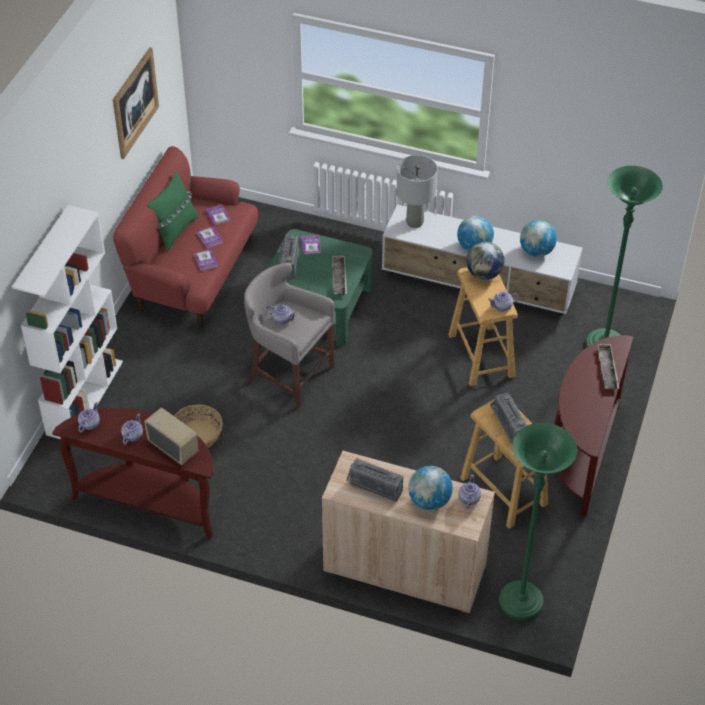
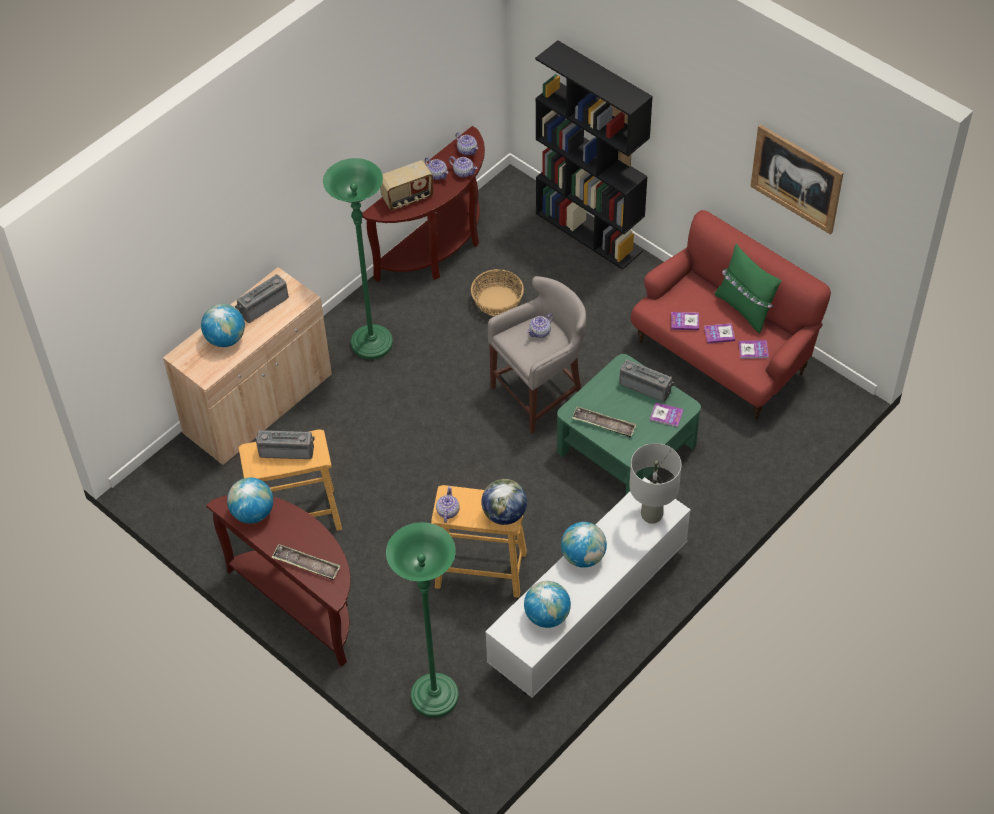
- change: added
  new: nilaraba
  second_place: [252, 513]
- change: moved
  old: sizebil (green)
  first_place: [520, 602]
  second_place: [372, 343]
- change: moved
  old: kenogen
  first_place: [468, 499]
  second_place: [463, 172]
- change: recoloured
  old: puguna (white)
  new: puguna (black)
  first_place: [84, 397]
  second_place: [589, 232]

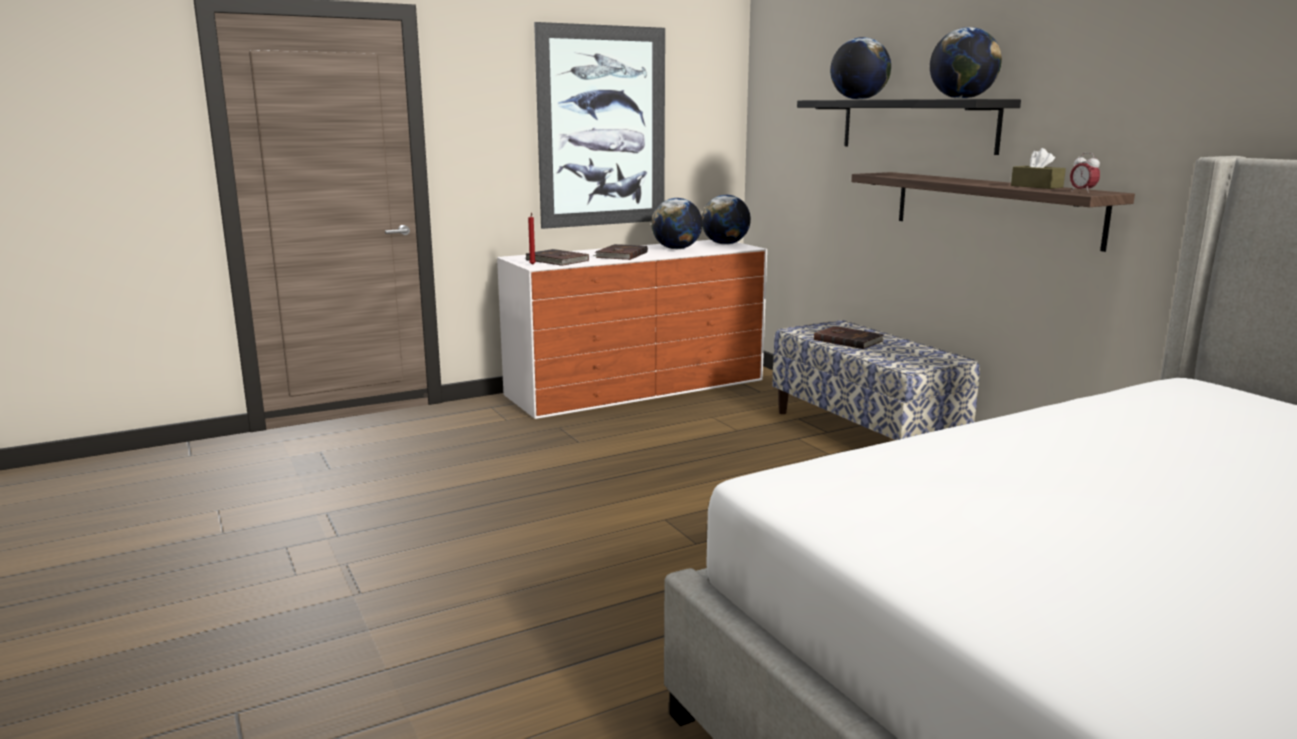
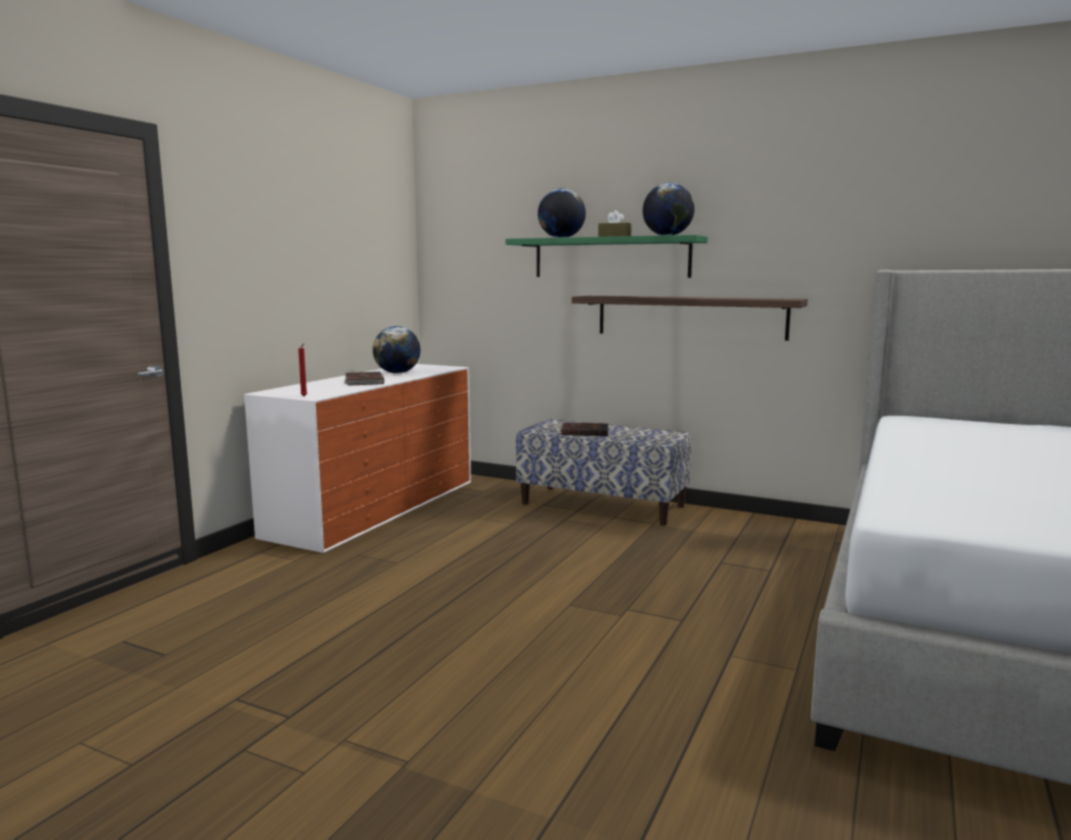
- change: recoloured
  old: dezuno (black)
  new: dezuno (green)
  first_place: [916, 125]
  second_place: [610, 258]
- change: moved
  old: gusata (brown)
  first_place: [1036, 186]
  second_place: [614, 237]
- change: removed
  old: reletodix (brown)
  first_place: [556, 260]
- change: removed
  old: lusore
  first_place: [602, 127]
- change: removed
  old: nilaraba
  first_place: [725, 244]
- change: removed
  old: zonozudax
  first_place: [1082, 191]

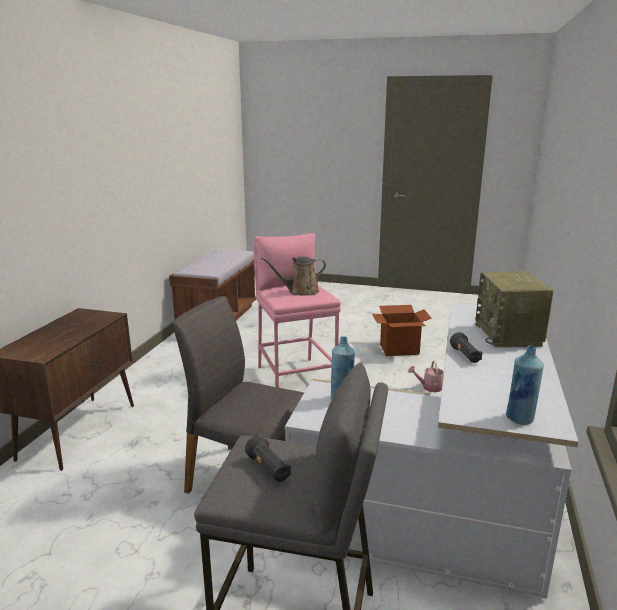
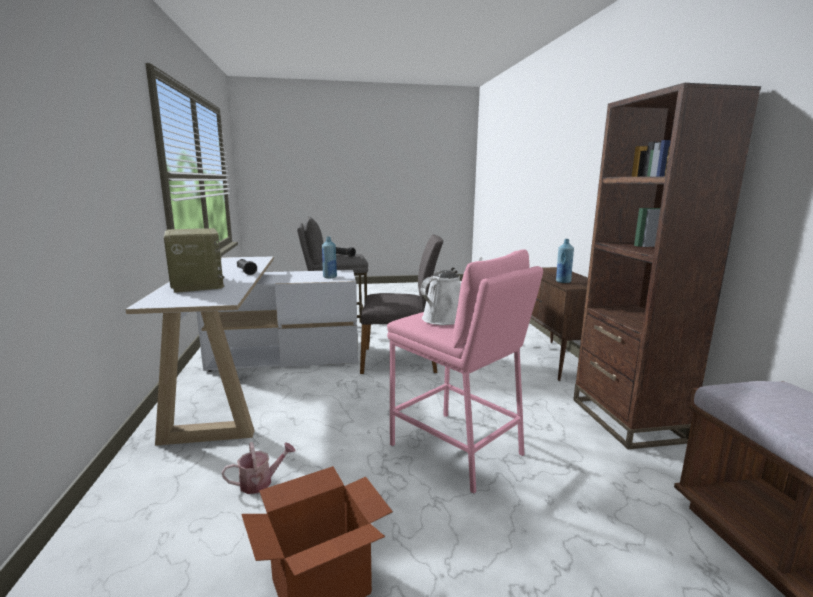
- change: recoloured
  old: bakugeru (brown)
  new: bakugeru (white)
  first_place: [300, 291]
  second_place: [446, 318]
- change: moved
  old: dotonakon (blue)
  first_place: [520, 419]
  second_place: [563, 282]
- change: added
  new: puguna (brown)
  second_place: [627, 419]

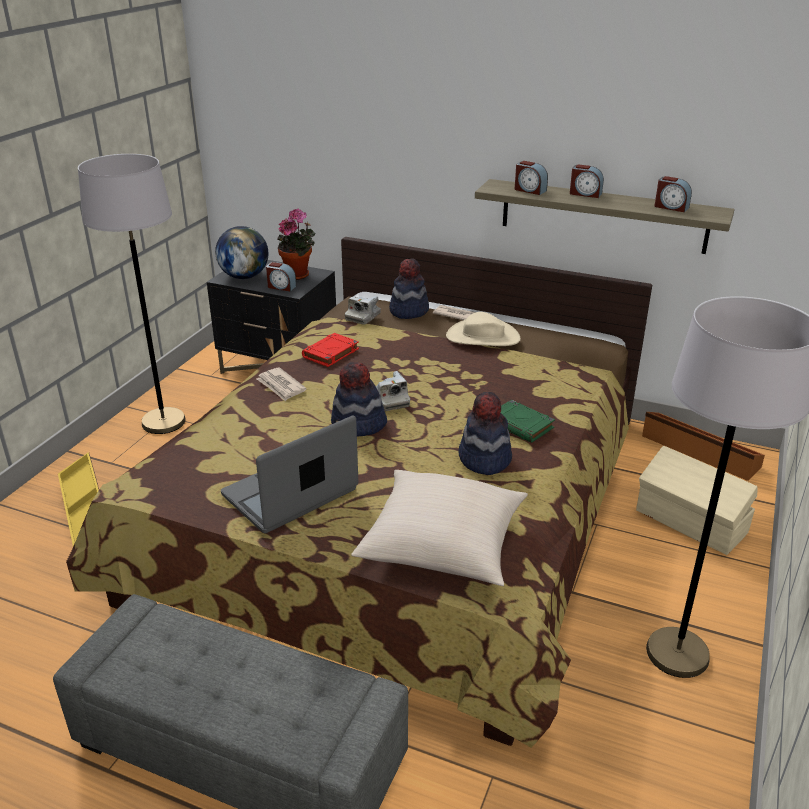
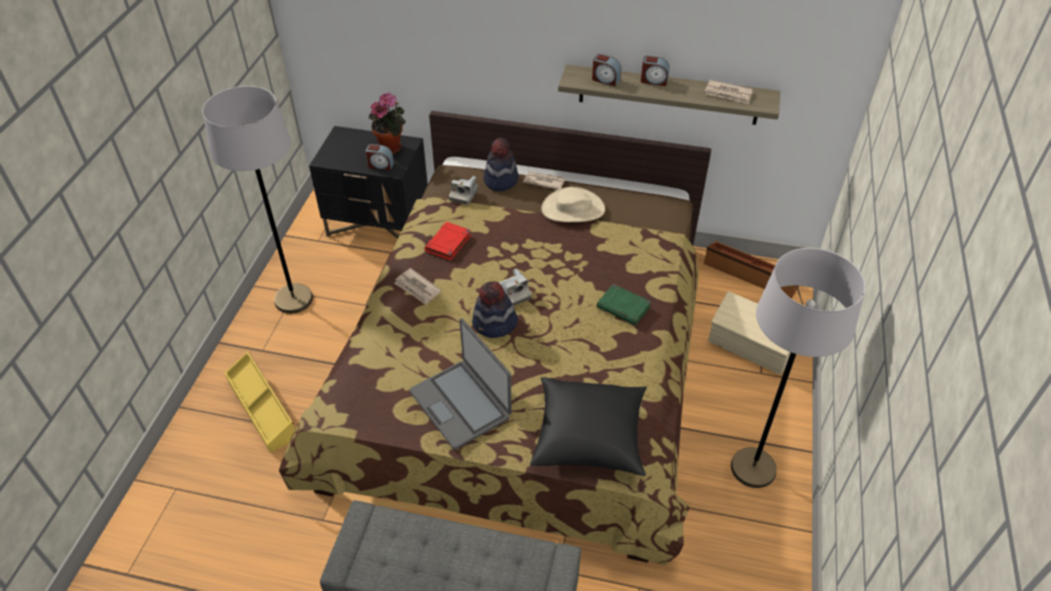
- change: turned
  old: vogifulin
  first_place: [291, 494]
  second_place: [461, 404]
  degrees: -75
- change: recoloured
  old: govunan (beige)
  new: govunan (black)
  first_place: [443, 544]
  second_place: [589, 436]
- change: replaced
  old: zonozudax
  new: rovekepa
  first_place: [671, 207]
  second_place: [728, 94]
- change: removed
  old: nilaraba
  first_place: [244, 276]
- change: removed
  old: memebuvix
  first_place: [484, 459]

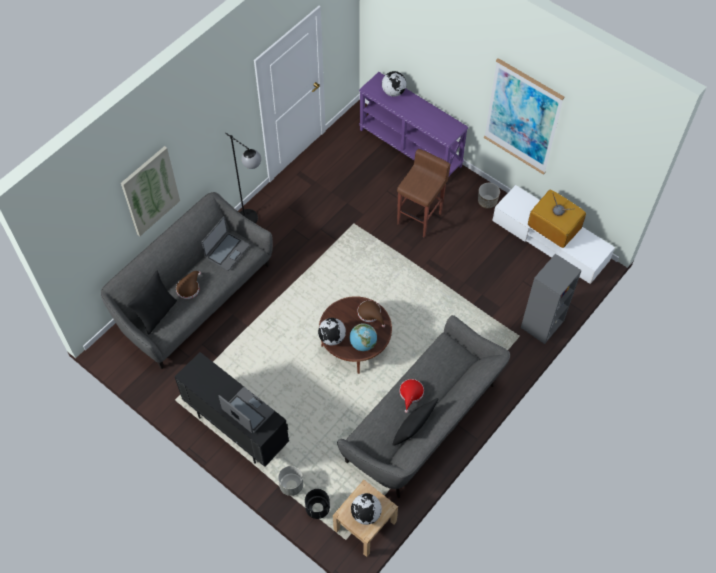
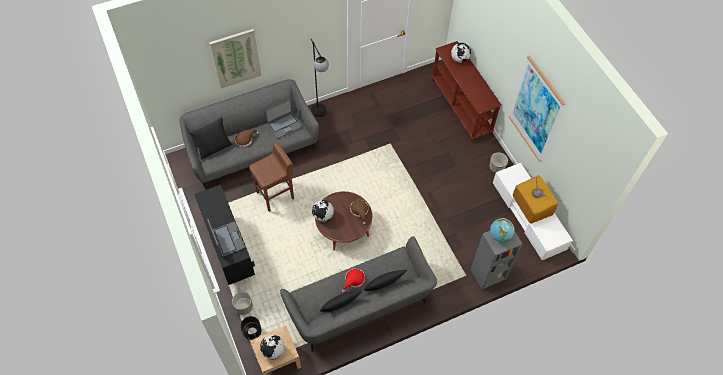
- change: moved
  old: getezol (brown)
  first_place: [420, 218]
  second_place: [276, 196]
- change: added
  new: govunan (black)
  second_place: [383, 287]
- change: recoloured
  old: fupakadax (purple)
  new: fupakadax (brown)
  first_place: [411, 147]
  second_place: [461, 106]
- change: moved
  old: nilaraba
  first_place: [363, 344]
  second_place: [499, 235]

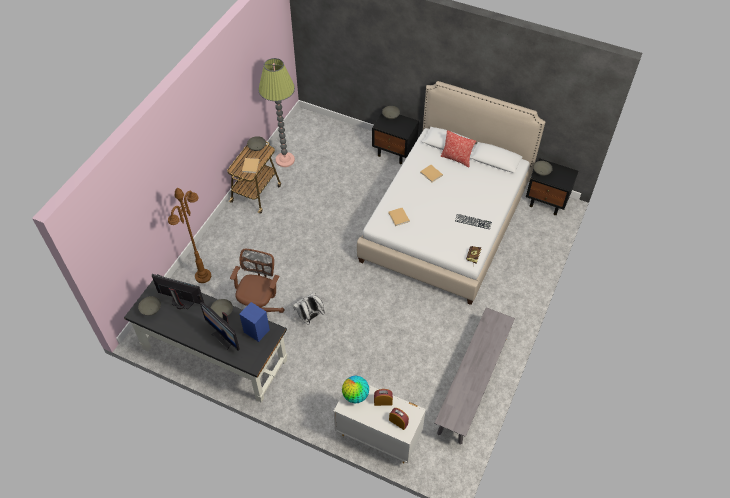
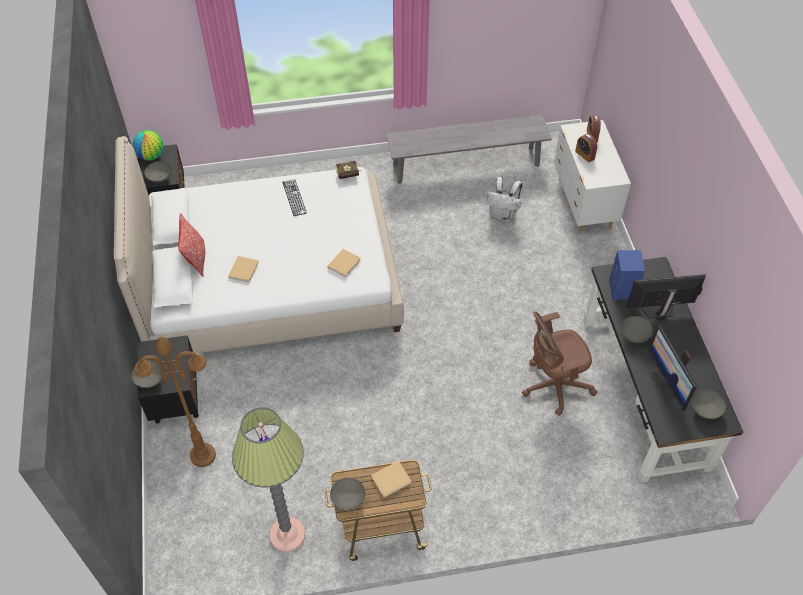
- change: moved
  old: nilaraba
  first_place: [355, 395]
  second_place: [151, 156]
- change: moved
  old: sizebil (brown)
  first_place: [203, 276]
  second_place: [203, 455]
- change: moved
  old: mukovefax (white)
  first_place: [309, 317]
  second_place: [503, 215]
- change: turned
  old: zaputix
  first_place: [224, 337]
  second_place: [659, 312]
  degrees: -105

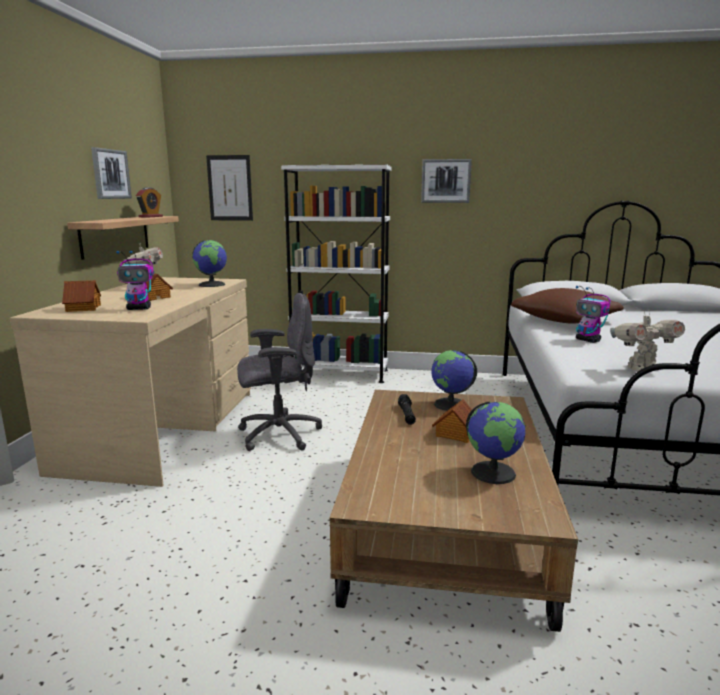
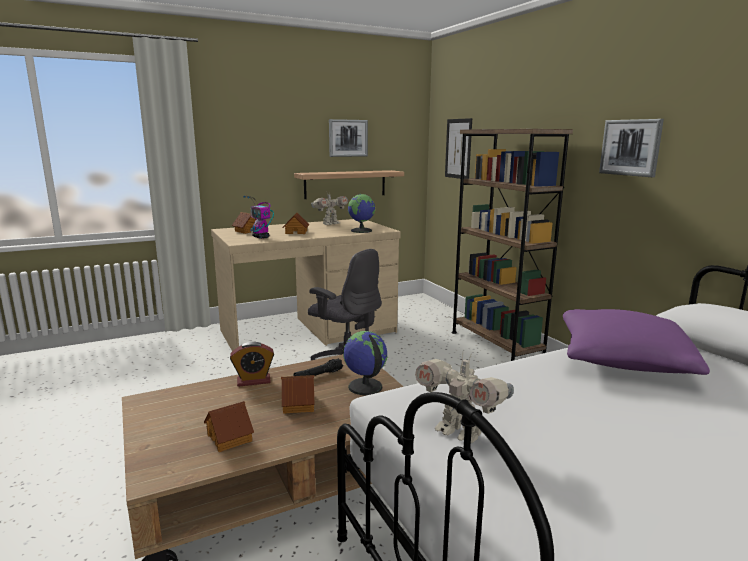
- change: replaced
  old: nilaraba
  new: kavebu
  first_place: [493, 472]
  second_place: [230, 437]
- change: moved
  old: zonozudax
  first_place: [150, 217]
  second_place: [253, 381]
- change: recoloured
  old: puguna (white)
  new: puguna (brown)
  first_place: [339, 374]
  second_place: [496, 345]
- change: recoloured
  old: govunan (brown)
  new: govunan (purple)
  first_place: [564, 320]
  second_place: [623, 360]
- change: removed
  old: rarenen
  first_place: [588, 340]

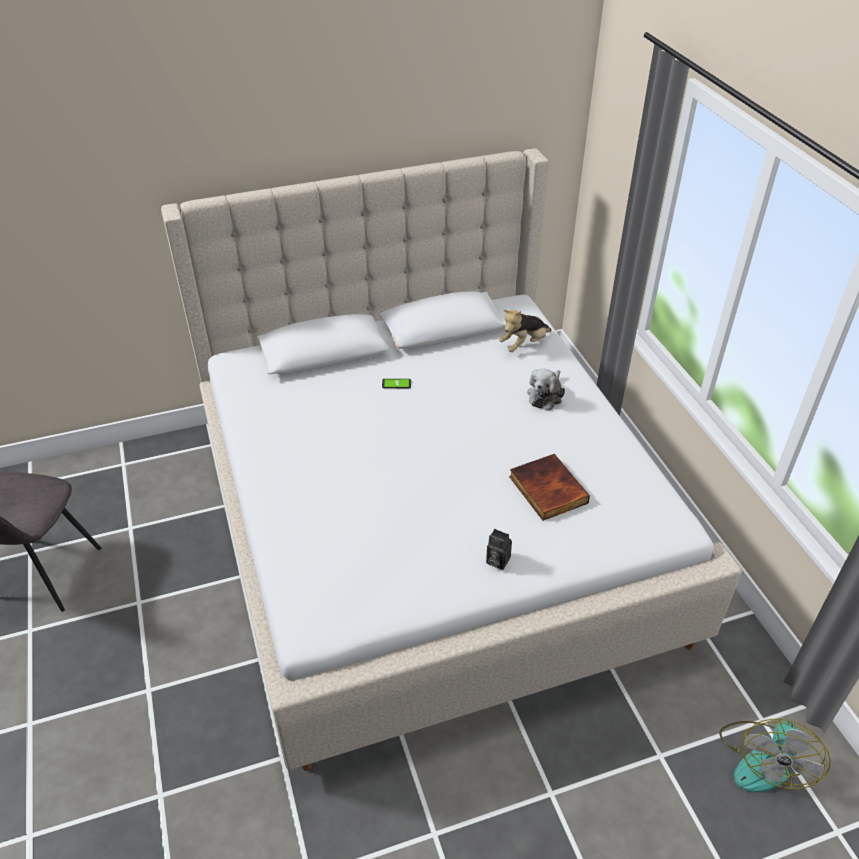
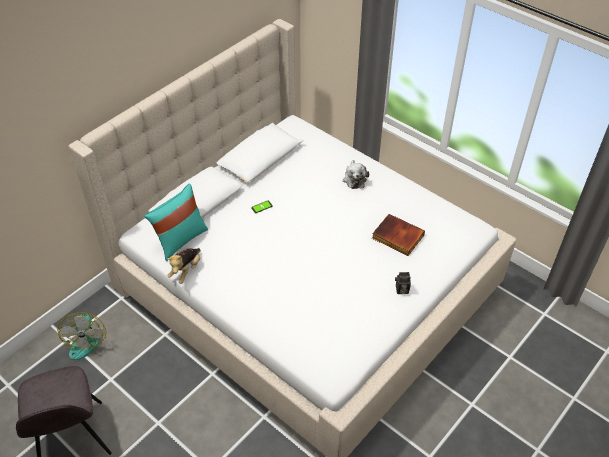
- change: moved
  old: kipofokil
  first_place: [763, 760]
  second_place: [85, 340]
- change: added
  new: govunan (turquoise)
  second_place: [180, 240]
- change: moved
  old: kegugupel
  first_place: [524, 344]
  second_place: [186, 270]

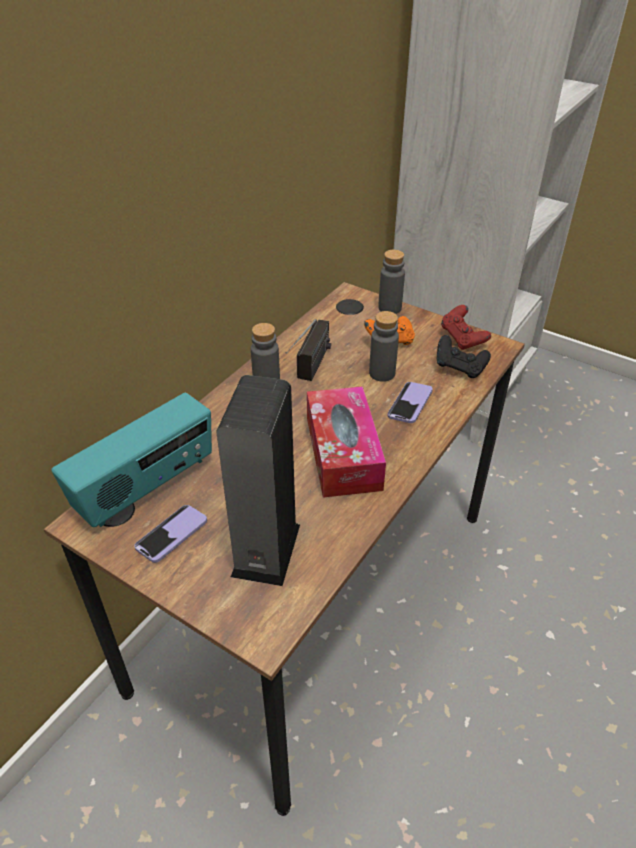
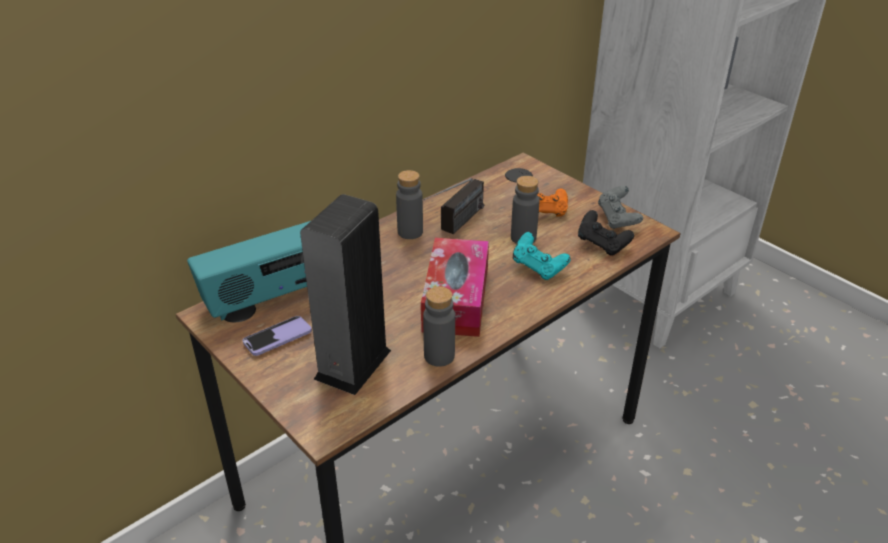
- change: moved
  old: dotonakon (grey)
  first_place: [389, 308]
  second_place: [439, 356]
- change: replaced
  old: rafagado
  new: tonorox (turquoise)
  first_place: [410, 404]
  second_place: [538, 268]
- change: recoloured
  old: tonorox (red)
  new: tonorox (grey)
  first_place: [462, 339]
  second_place: [617, 219]

